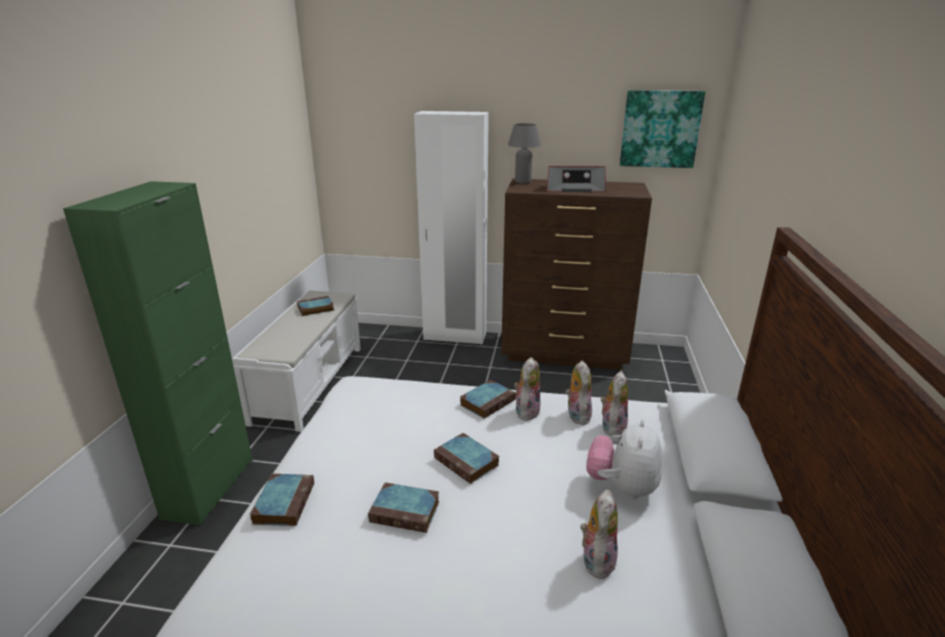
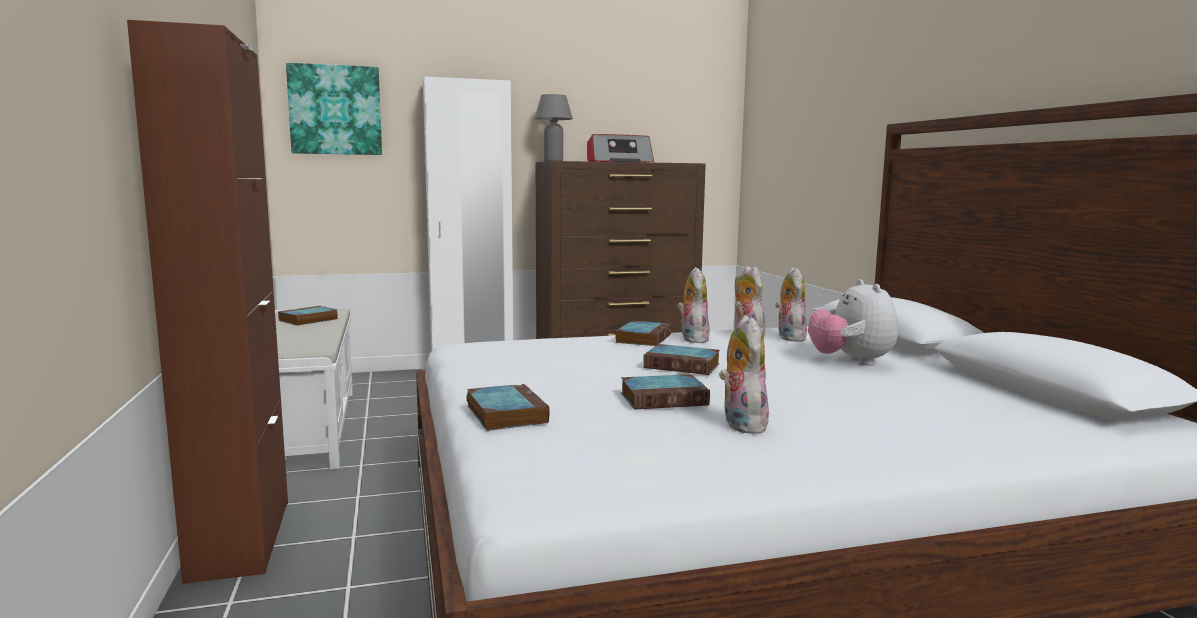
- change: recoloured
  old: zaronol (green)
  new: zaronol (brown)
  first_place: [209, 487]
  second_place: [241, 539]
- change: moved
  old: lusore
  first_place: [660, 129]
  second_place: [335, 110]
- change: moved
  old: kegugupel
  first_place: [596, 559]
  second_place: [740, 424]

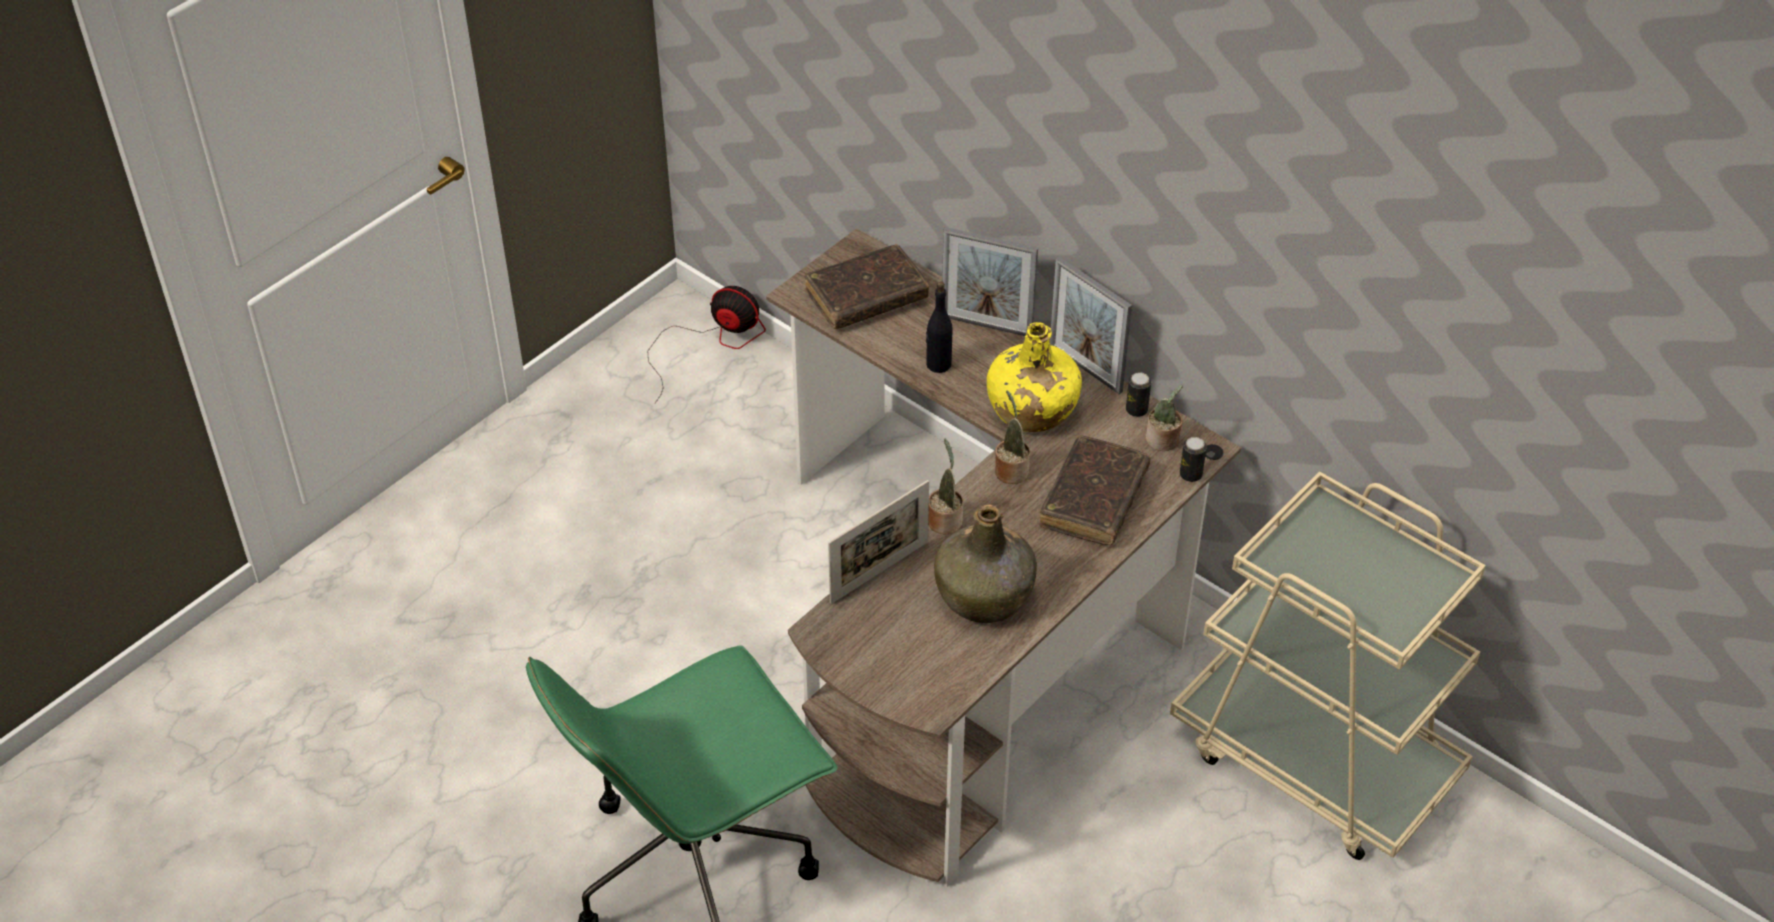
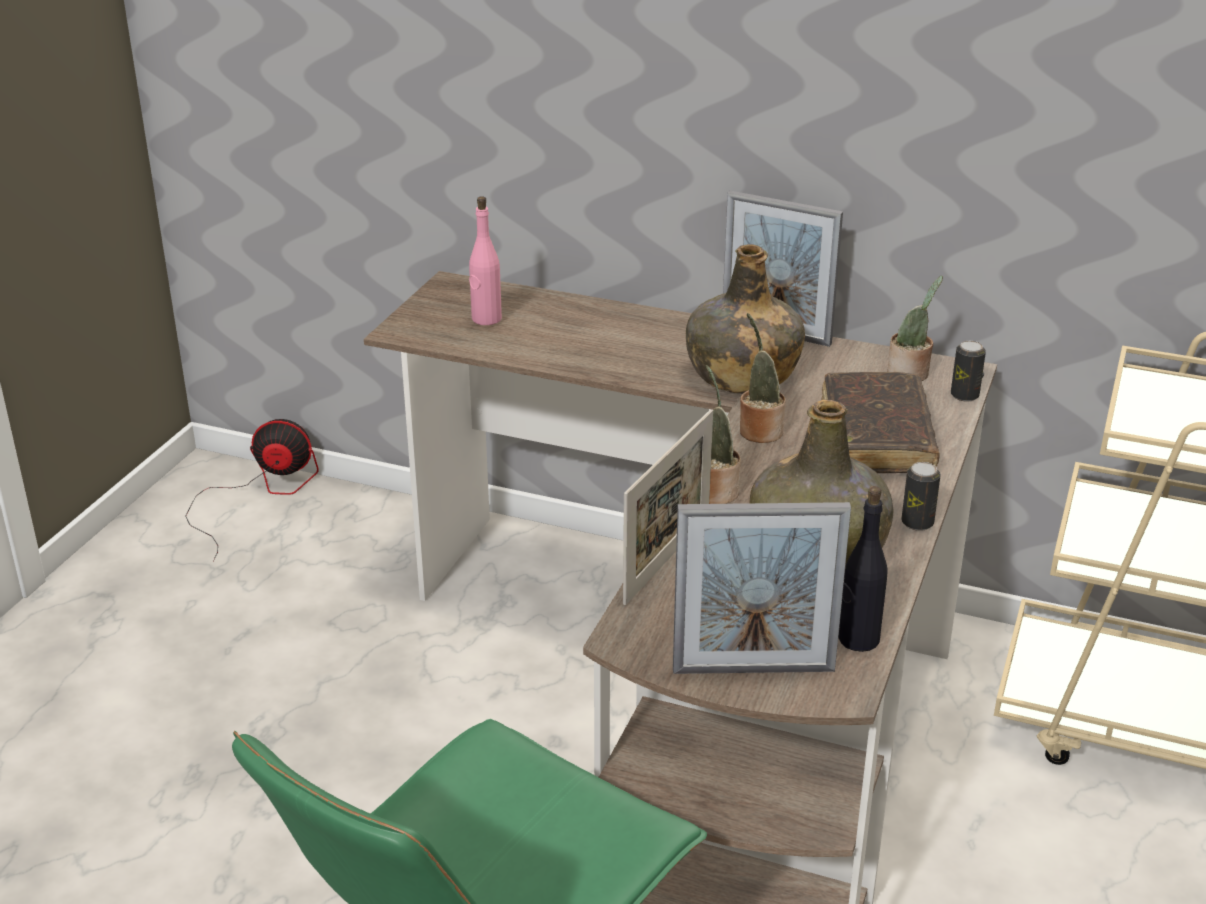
- change: replaced
  old: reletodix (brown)
  new: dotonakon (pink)
  first_place: [866, 297]
  second_place: [486, 319]
- change: moved
  old: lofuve
  first_place: [986, 325]
  second_place: [753, 670]
- change: recoloured
  old: dotonakon (yellow)
  new: dotonakon (green)
  first_place: [1031, 409]
  second_place: [741, 375]
- change: moved
  old: dotonakon (black)
  first_place: [938, 364]
  second_place: [858, 639]
- change: moved
  old: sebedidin
  first_place: [1136, 410]
  second_place: [917, 523]

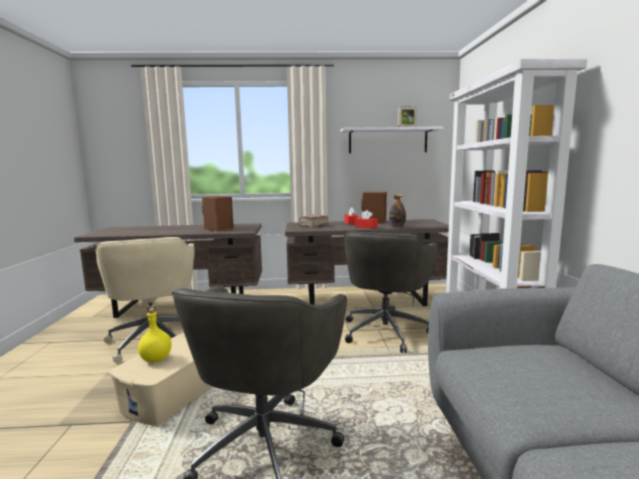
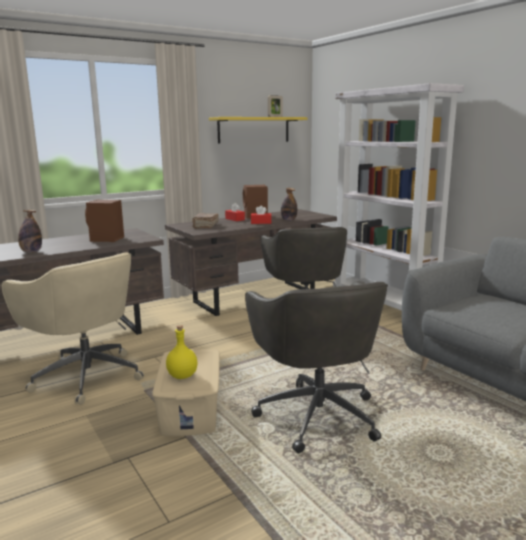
- change: added
  new: dotonakon
  second_place: [31, 252]
- change: recoloured
  old: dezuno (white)
  new: dezuno (yellow)
  first_place: [388, 141]
  second_place: [254, 130]

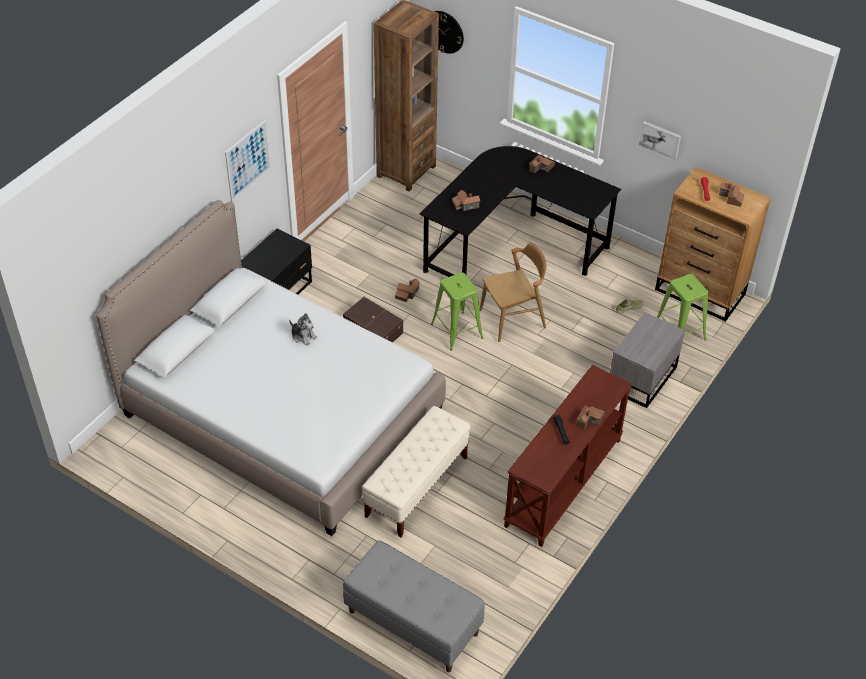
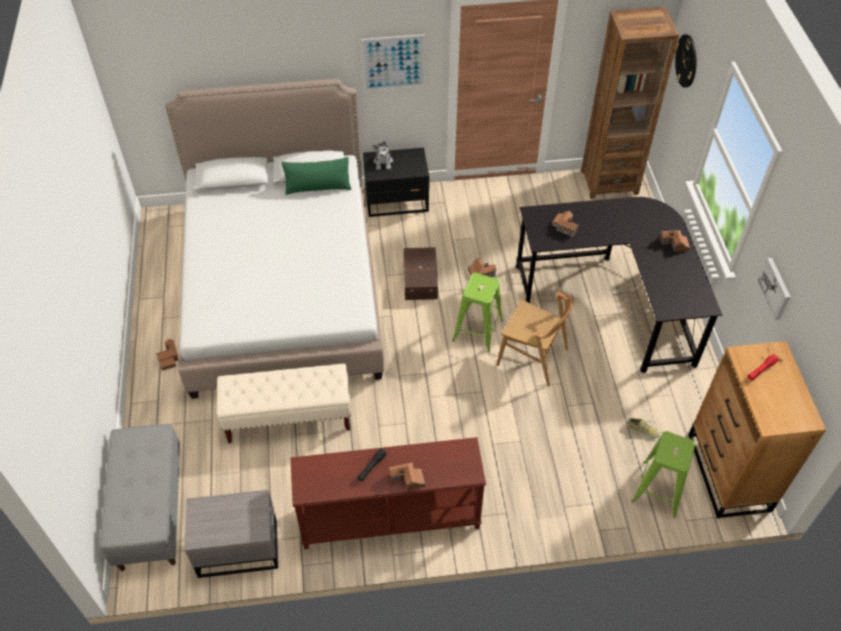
- change: moved
  old: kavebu
  first_place: [730, 198]
  second_place: [169, 358]
- change: moved
  old: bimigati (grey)
  first_place: [641, 378]
  second_place: [236, 547]
- change: added
  new: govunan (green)
  second_place: [318, 186]
- change: moved
  old: kegugupel
  first_place: [303, 336]
  second_place: [383, 162]

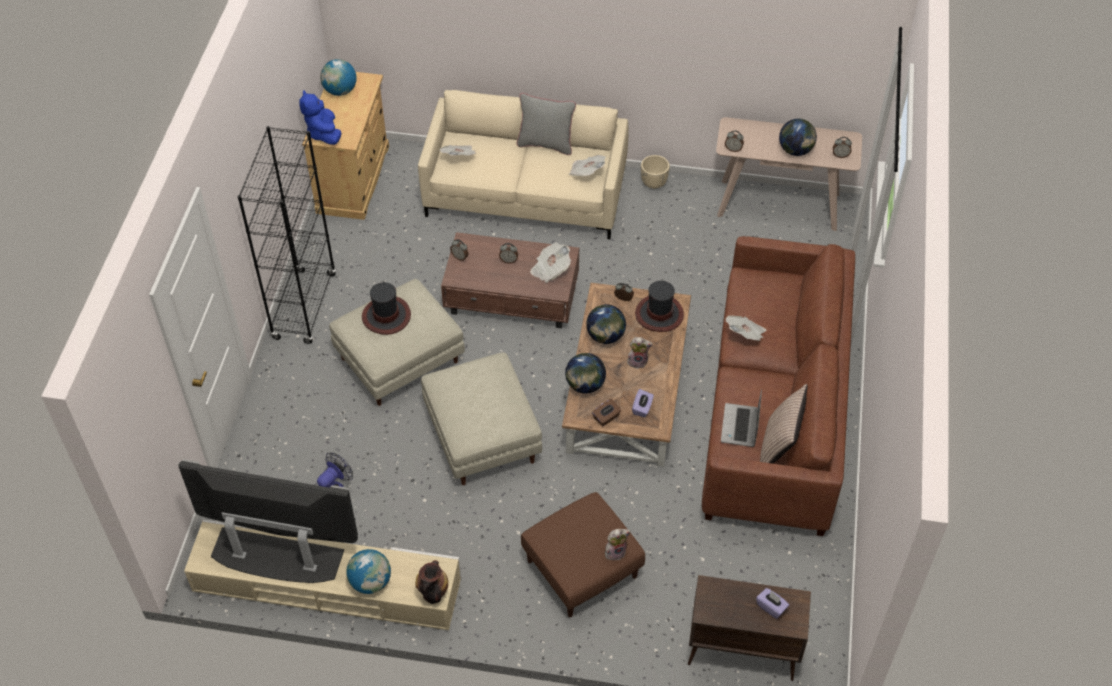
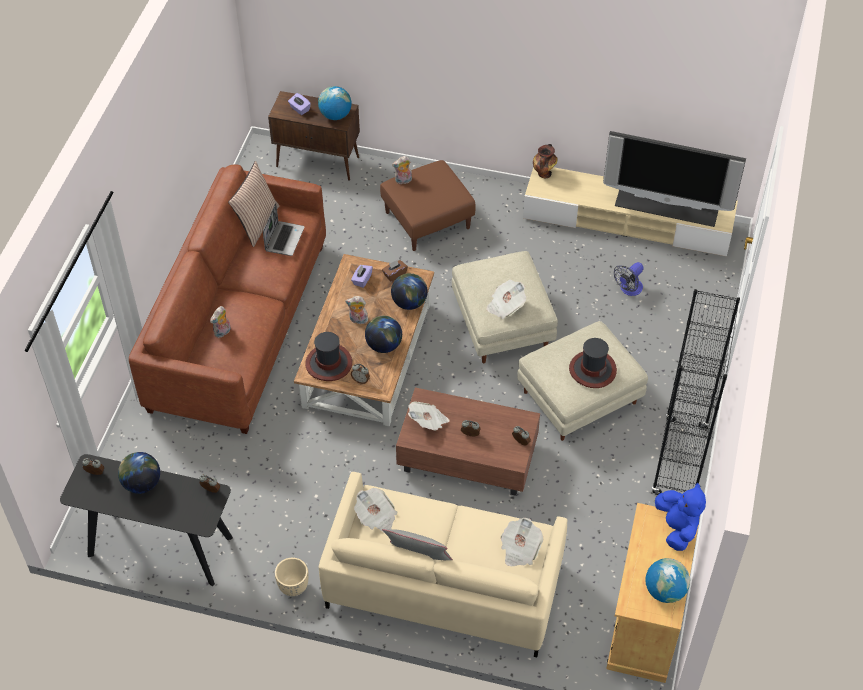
- change: recoloured
  old: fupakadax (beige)
  new: fupakadax (black)
  first_place: [778, 204]
  second_place: [159, 547]
- change: added
  new: kegugupel
  second_place: [222, 332]
- change: moved
  old: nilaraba
  first_place: [371, 582]
  second_place: [335, 115]
- change: moved
  old: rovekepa
  first_place: [745, 334]
  second_place: [505, 306]

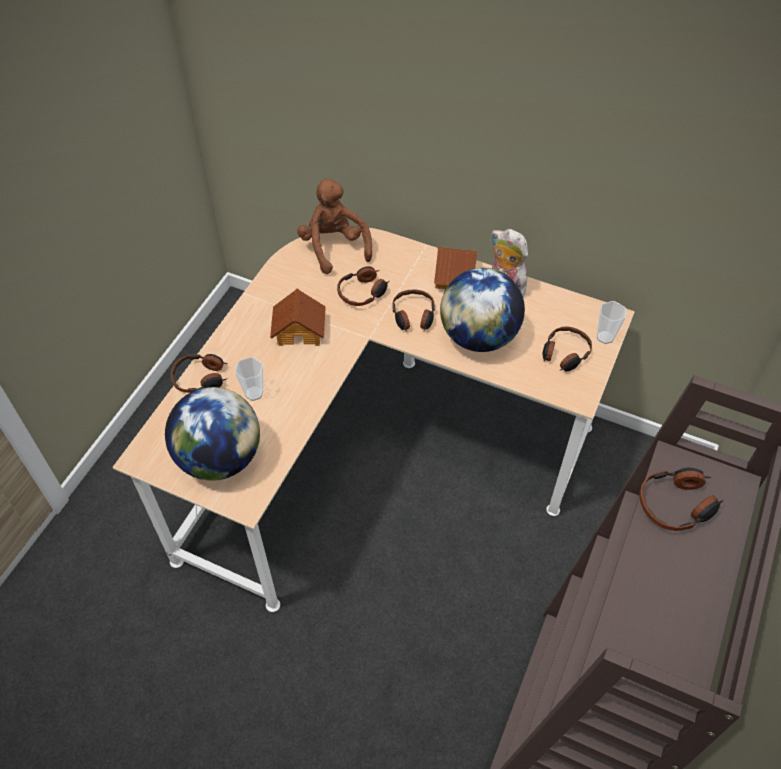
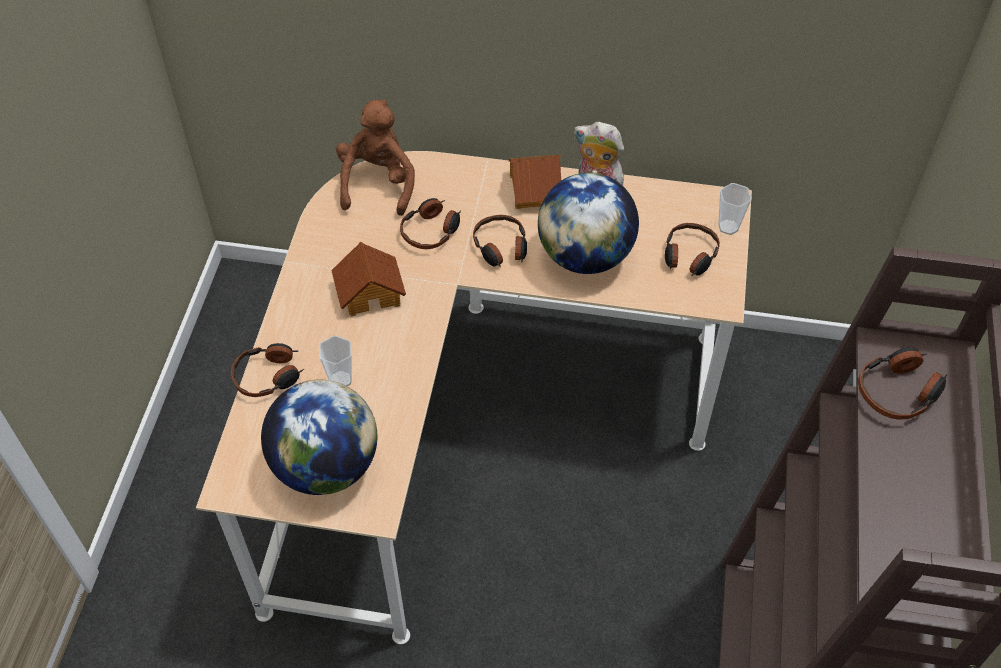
- change: turned
  old: kegugupel (brown)
  first_place: [334, 247]
  second_place: [378, 183]
  degrees: 45

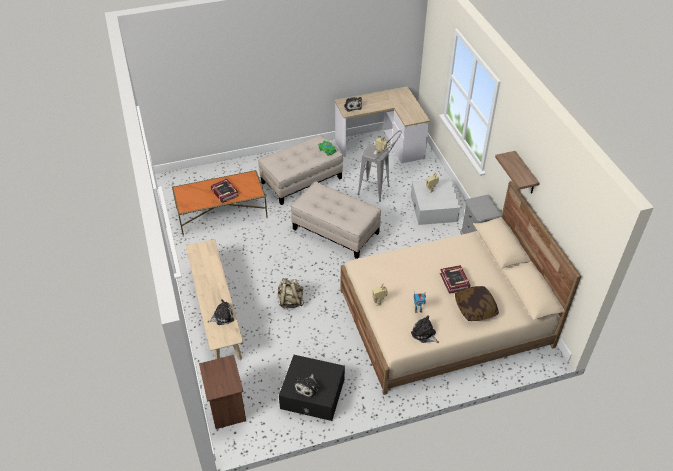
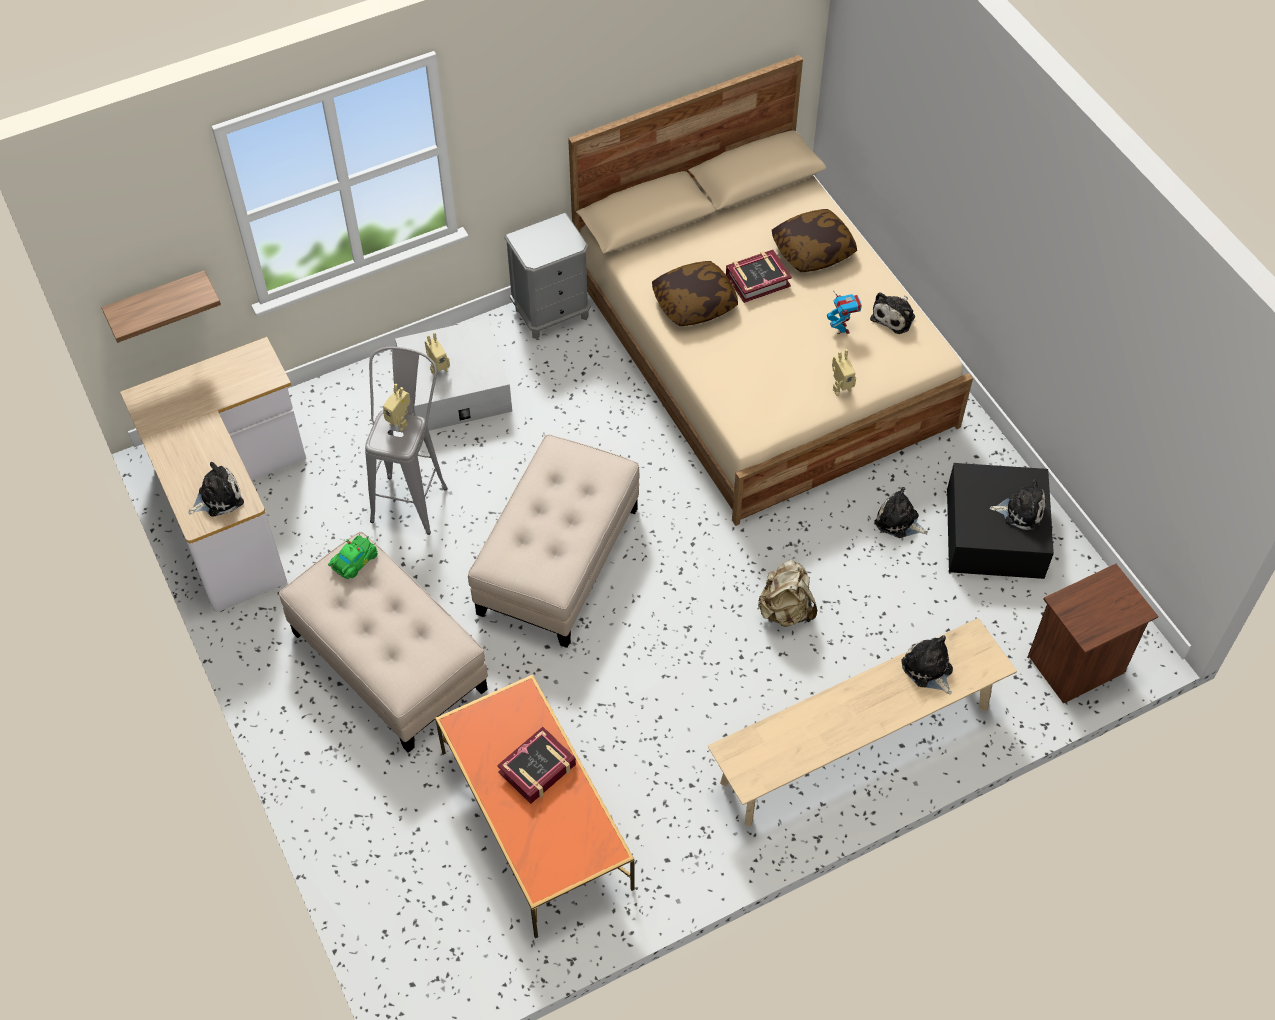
- change: moved
  old: dezuno
  first_place: [525, 174]
  second_place: [158, 302]
- change: added
  new: govunan
  second_place: [694, 303]
- change: added
  new: kegugupel
  second_place: [898, 521]

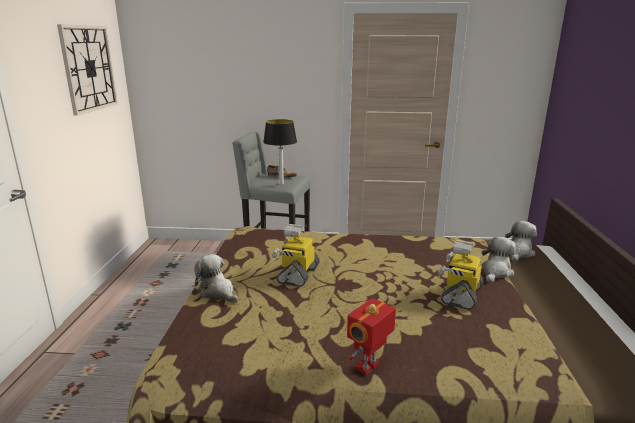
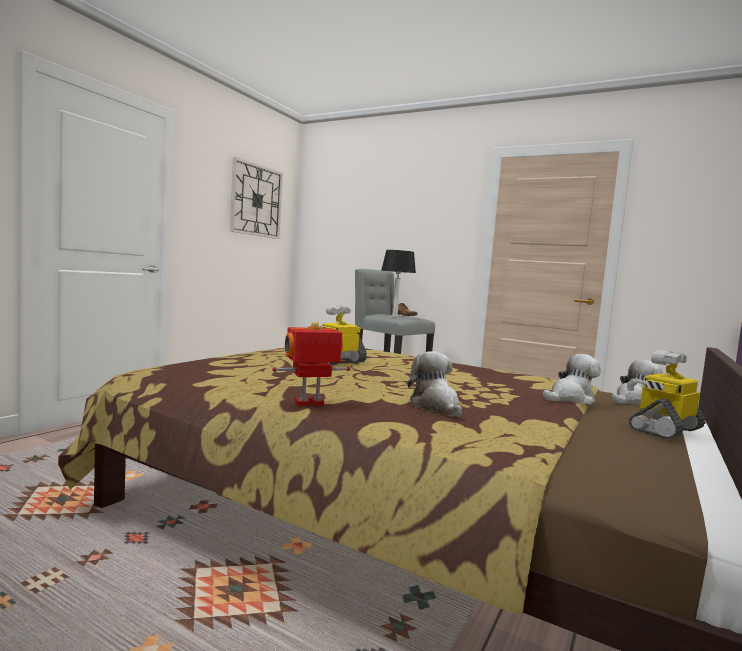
- change: moved
  old: kegugupel
  first_place: [217, 292]
  second_place: [435, 406]
- change: moved
  old: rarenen
  first_place: [460, 294]
  second_place: [664, 429]

